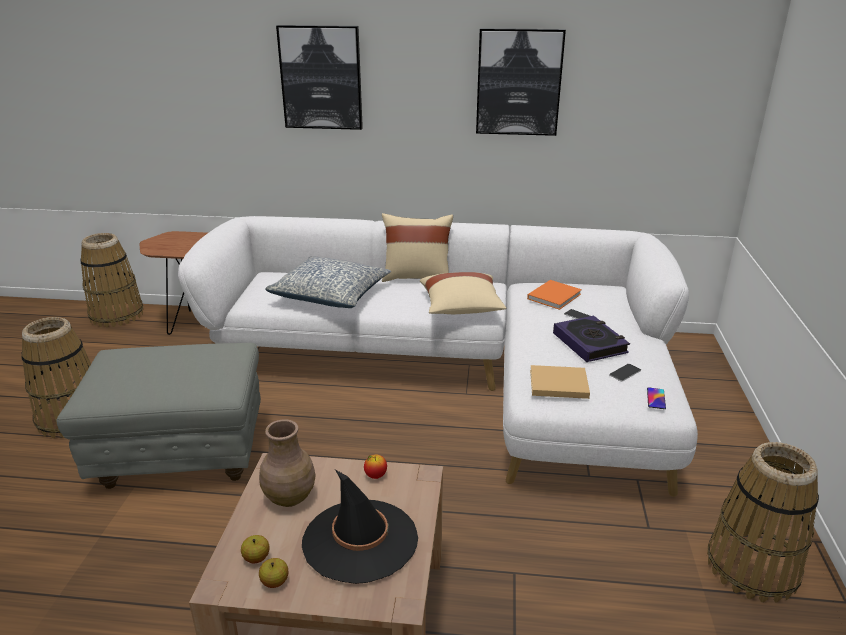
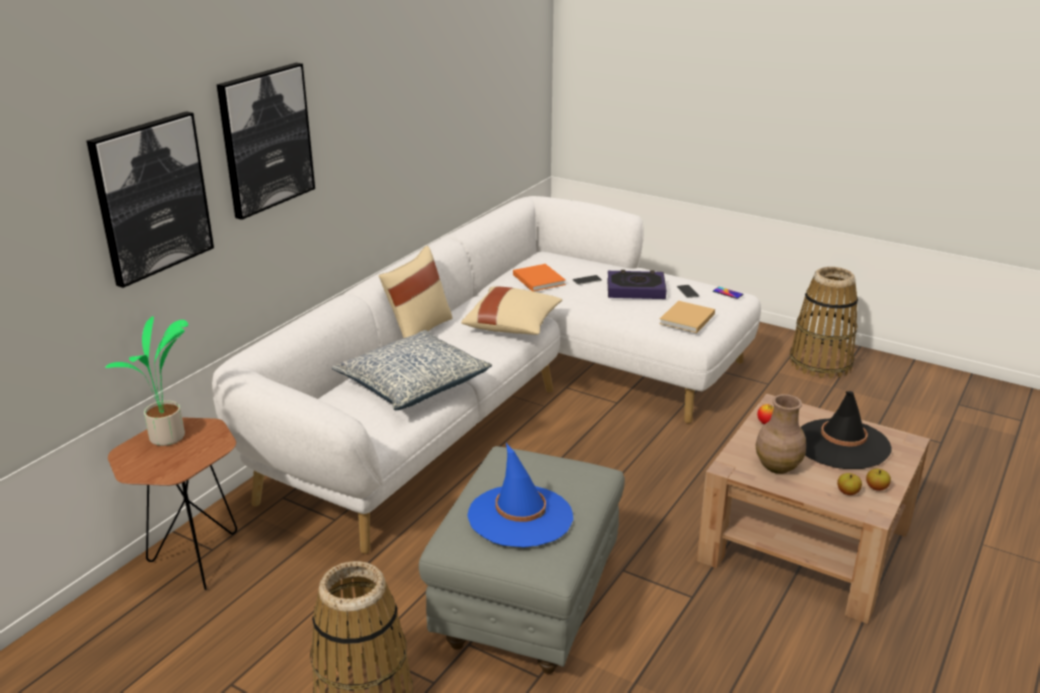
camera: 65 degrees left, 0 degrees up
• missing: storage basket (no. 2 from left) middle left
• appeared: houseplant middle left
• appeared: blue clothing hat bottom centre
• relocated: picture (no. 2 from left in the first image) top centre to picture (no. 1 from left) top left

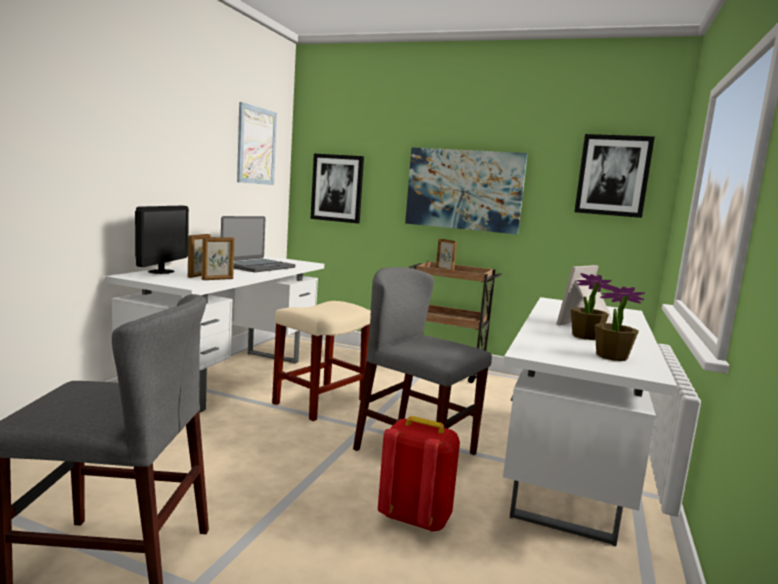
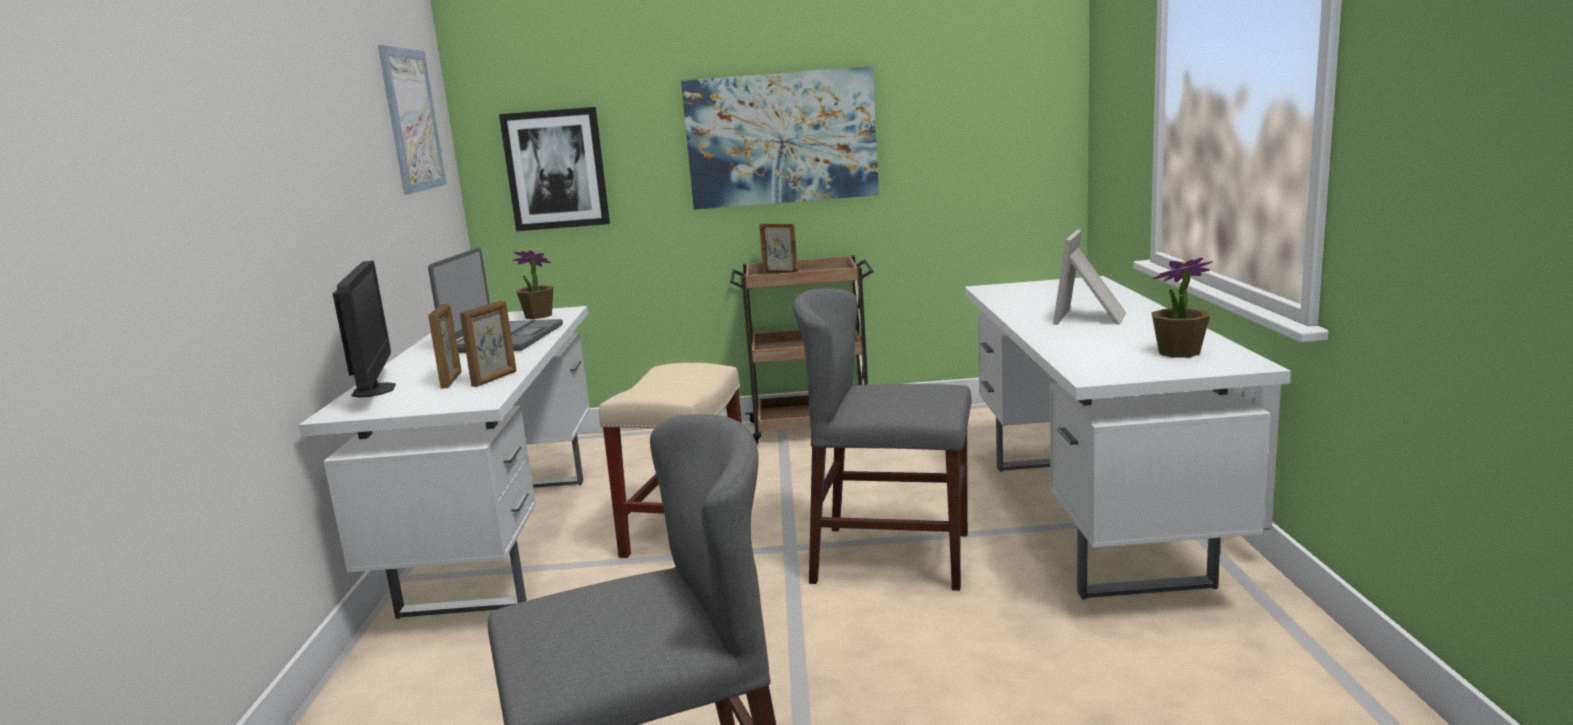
camera: 20 degrees left, 5 degrees up
• missing: reddish knapsack bottom centre
• missing: picture (no. 4 from left) top right
• relocated: houseplant (no. 1 from left) middle right to centre

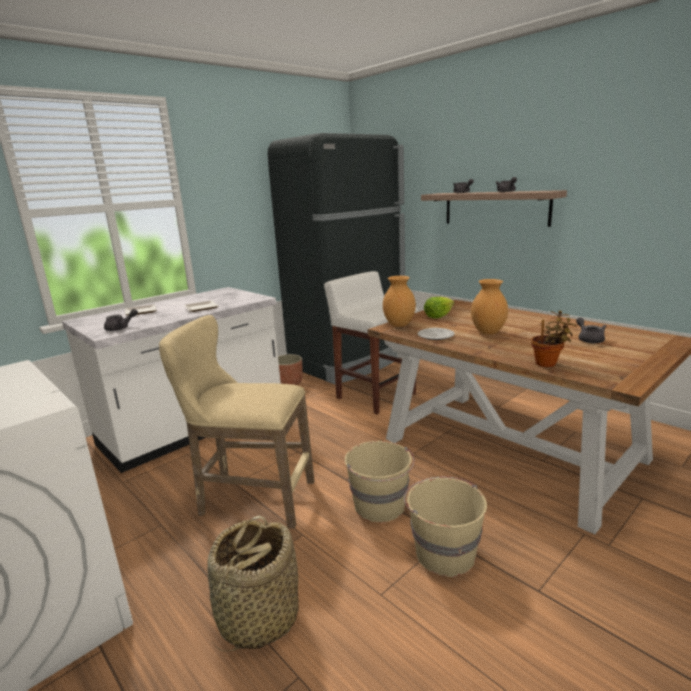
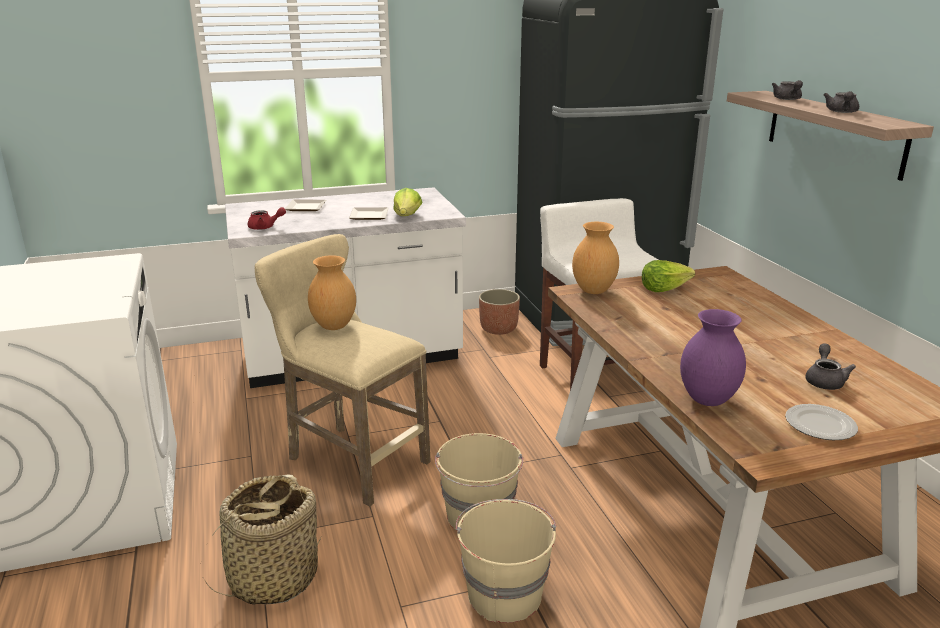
camera: 25 degrees right, 5 degrees up
• appeared: head of lettuce (no. 1 from left) top centre
• relocated: dinner plate (no. 3 from left) centre to bottom right
• relocated: brown vase (no. 2 from left in the first image) middle right to brown vase (no. 1 from left) centre
• exchanged: houseplant middle right to purple vase middle right
• colour: grey tea pot (no. 1 from left) middle left to reddish tea pot middle left

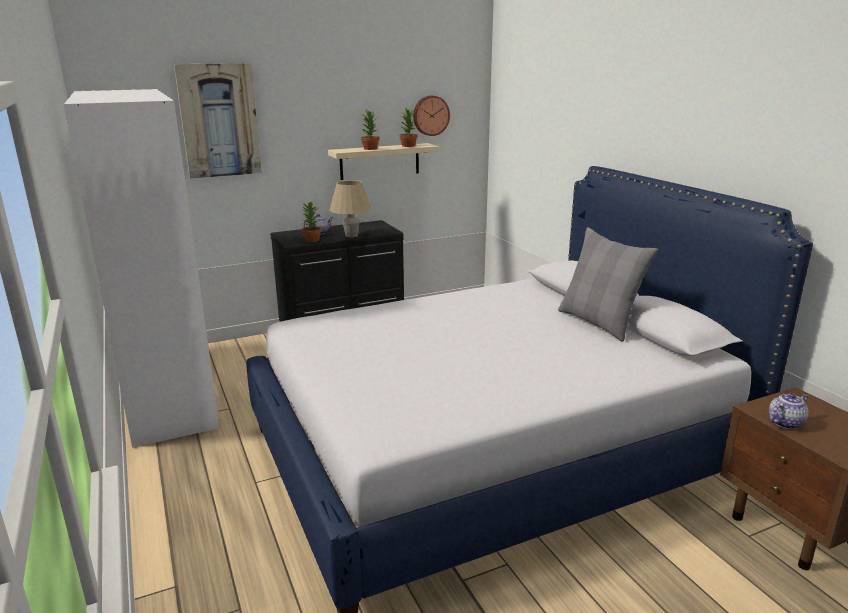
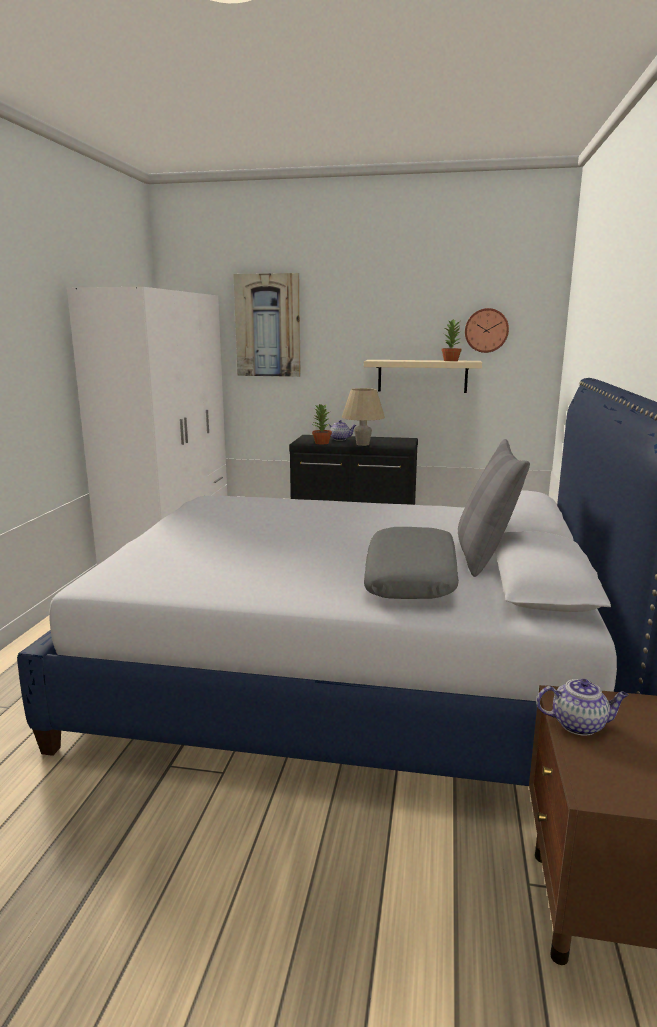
camera: 35 degrees right, 5 degrees down
• missing: houseplant (no. 2 from left) top centre
• appeared: grey throw pillow (no. 1 from left) centre

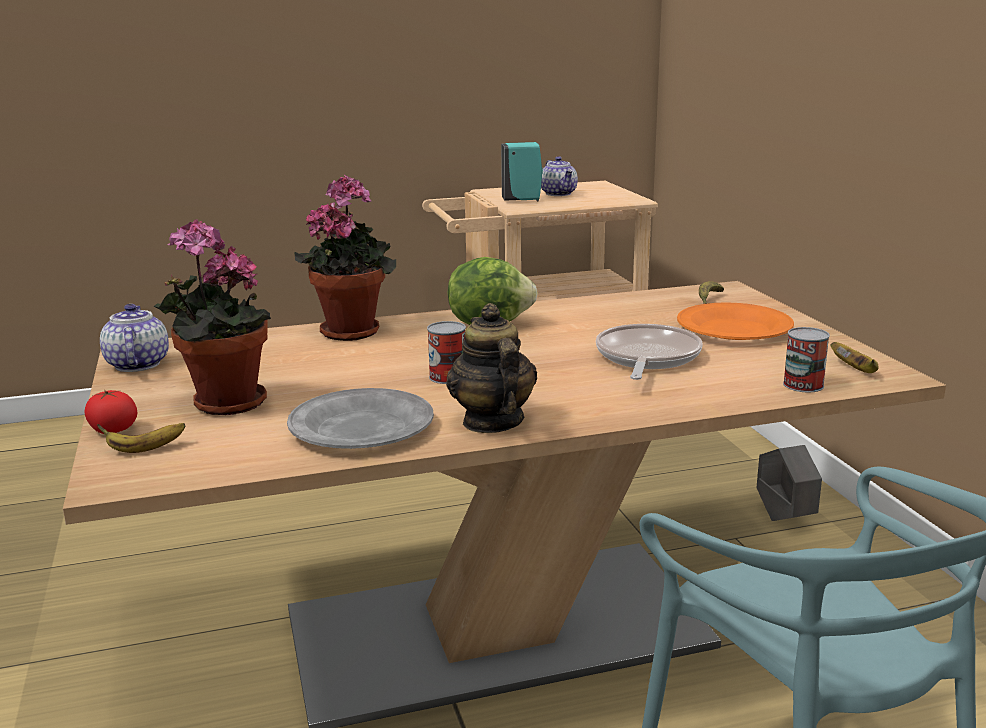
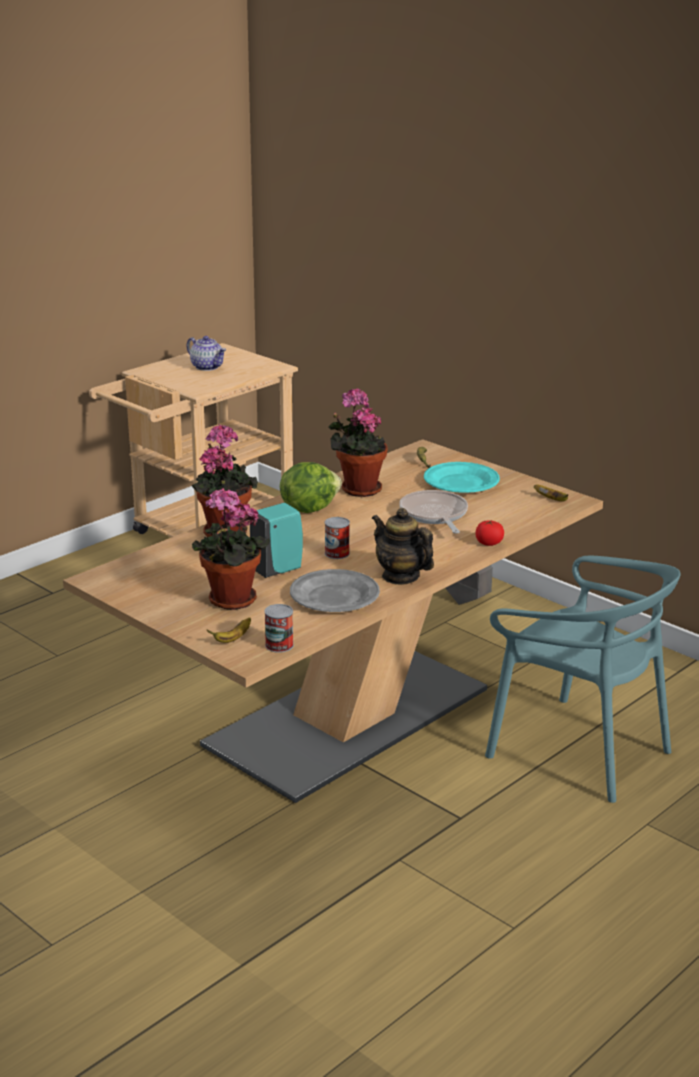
camera: 30 degrees left, 5 degrees up
• missing: tea pot (no. 1 from left) middle left
• appeared: houseplant (no. 3 from left) centre
• relocated: whole tomato middle left to middle right
• relocated: blue-green soap bottle top centre to centre
• relocated: can (no. 2 from left in the first image) middle right to can (no. 1 from left) centre
• colour: orangey dinner plate middle right to blue-green dinner plate centre

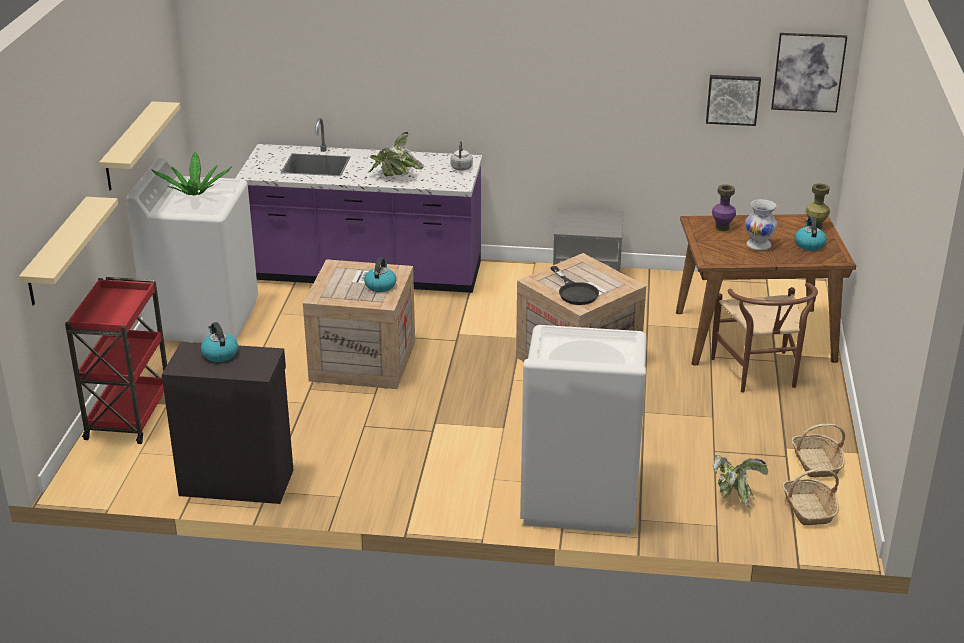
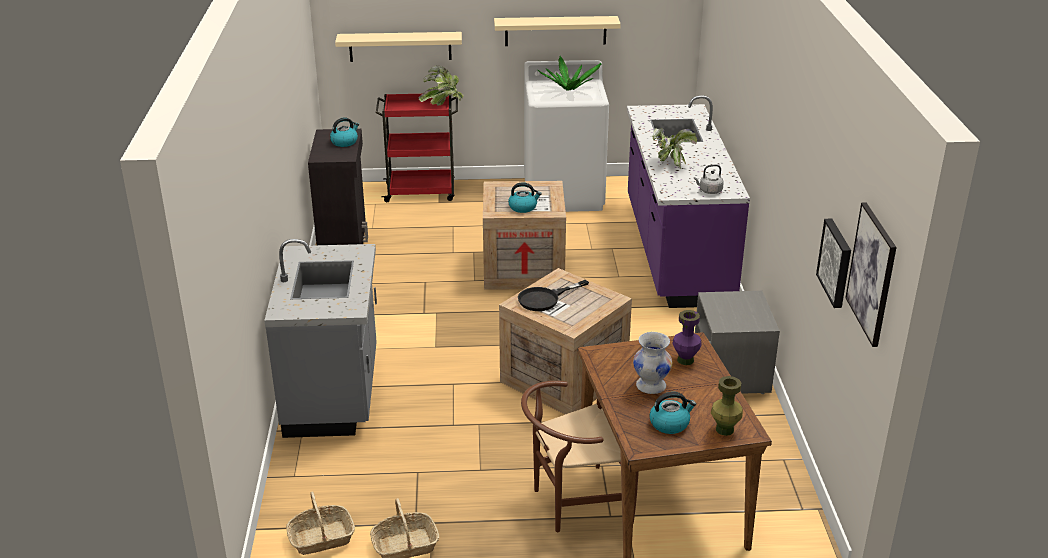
camera: 80 degrees right, 0 degrees up
• relocated: houseplant (no. 3 from left in the first image) bottom right to houseplant (no. 1 from left) top centre
• exchanged: white-coloured laundry appliance (no. 2 from left) bottom centre to grey counter middle left

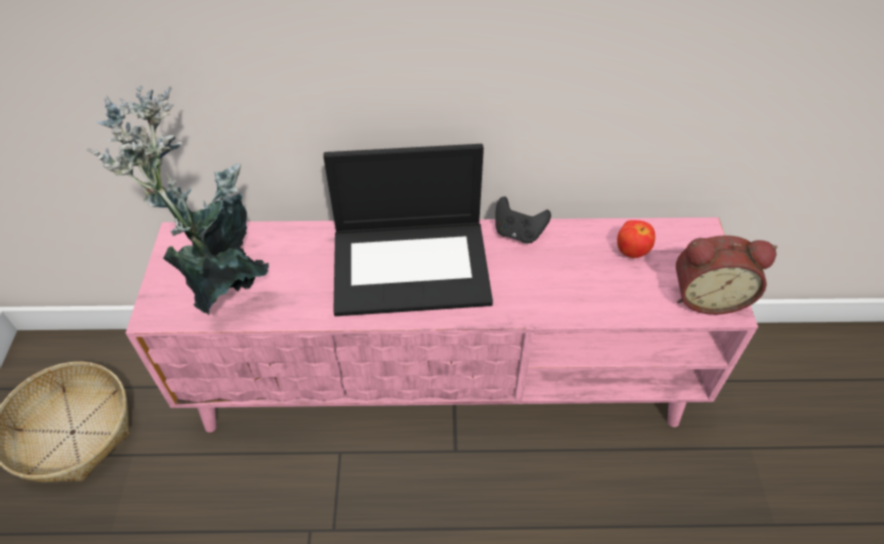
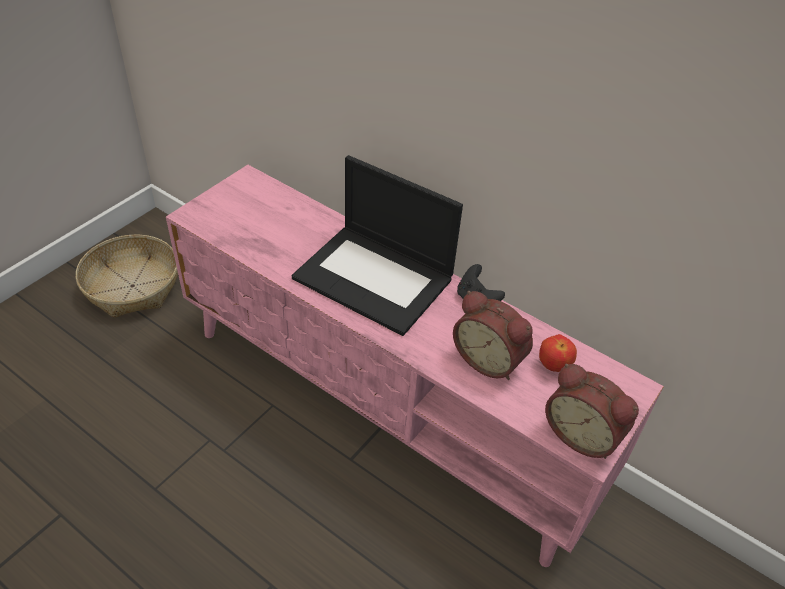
camera: 35 degrees right, 5 degrees down
• missing: houseplant middle left
• appeared: bedside clock (no. 1 from left) centre

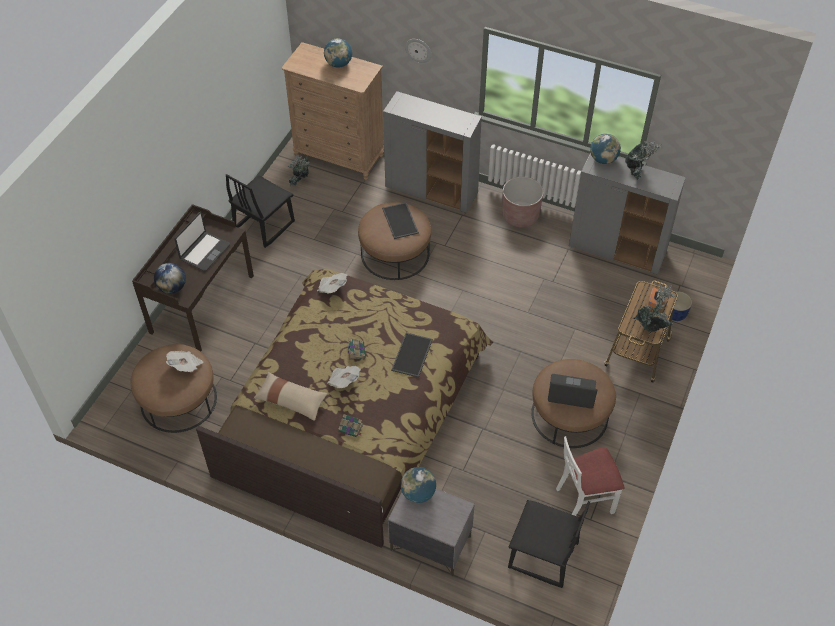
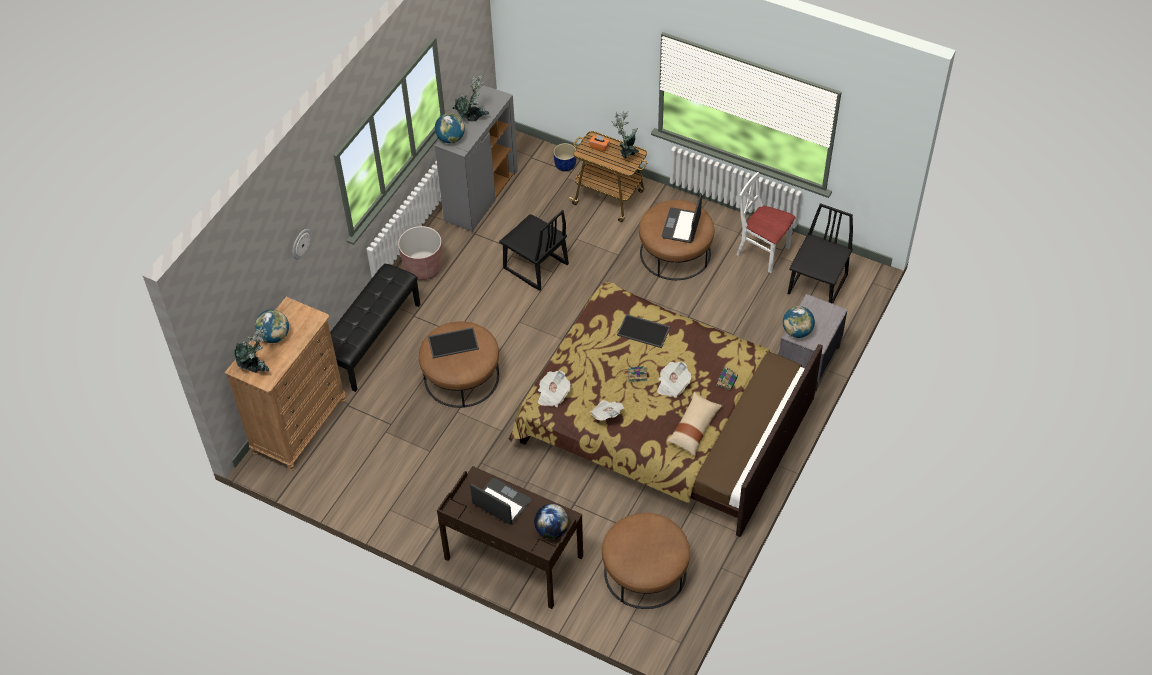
camera: 85 degrees left, 0 degrees up
• relocated: daily paper (no. 1 from left in the first image) middle left to daily paper (no. 2 from left) centre
• relocated: black-coloured chair (no. 1 from left) middle left to centre
• relocated: houseplant (no. 1 from left) top centre to middle left
• exchanged: grey cabinet (no. 1 from left) top centre to black-coloured long seat middle left
• spun: white-coloured chair bottom right = top centre 135 degrees clockwise

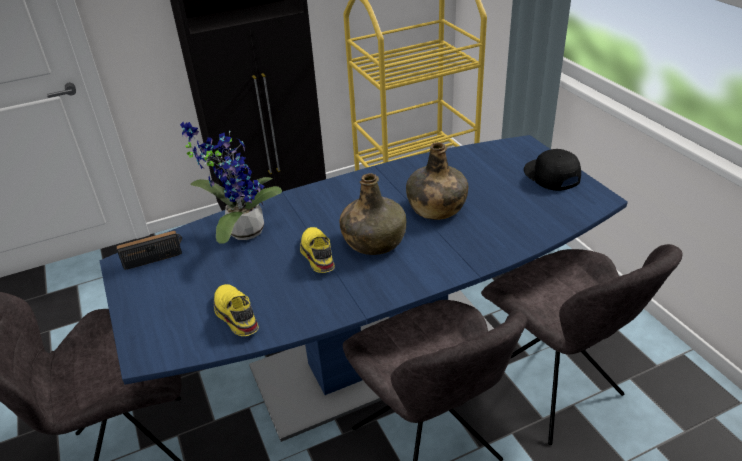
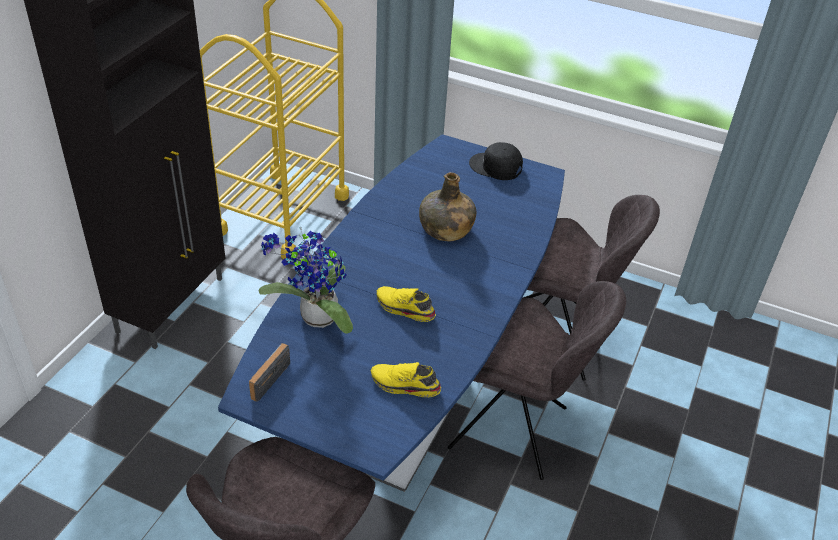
camera: 45 degrees left, 5 degrees up
• missing: green beverage bottle (no. 1 from left) centre

